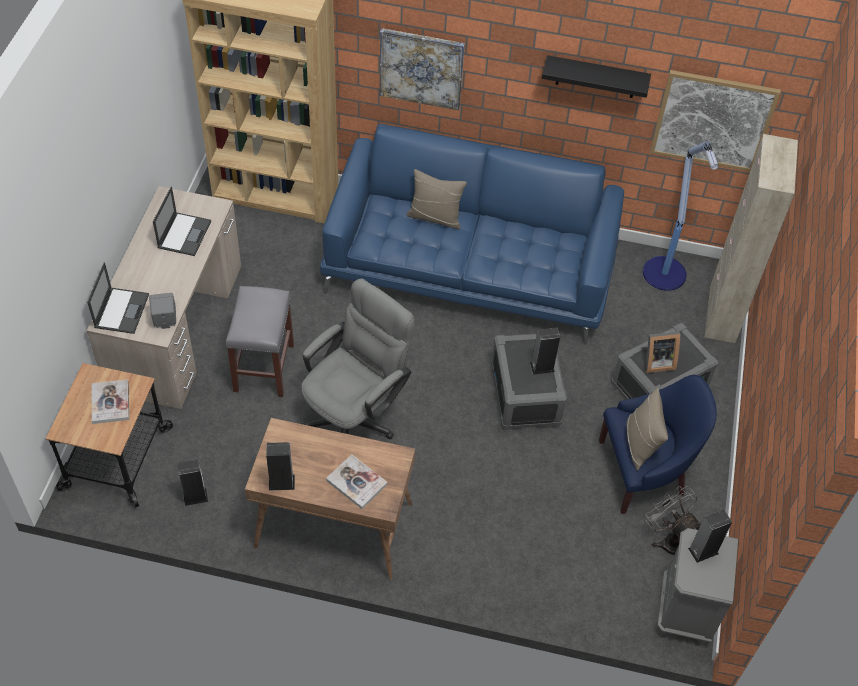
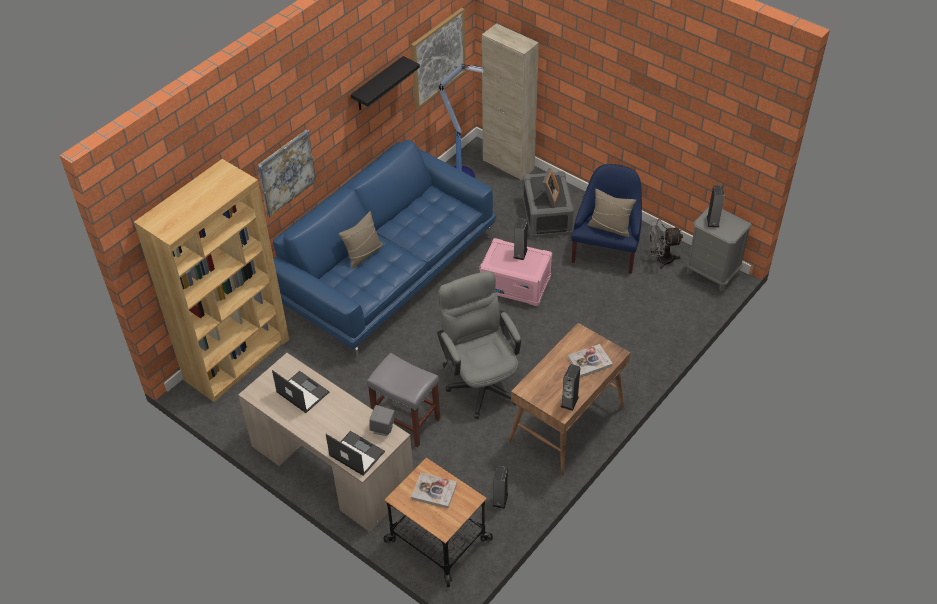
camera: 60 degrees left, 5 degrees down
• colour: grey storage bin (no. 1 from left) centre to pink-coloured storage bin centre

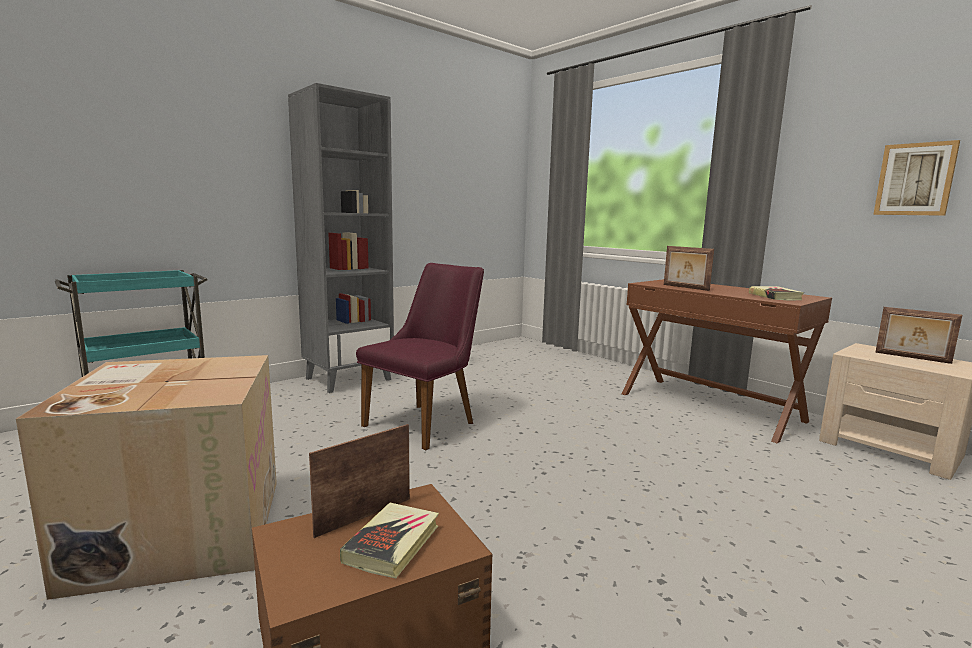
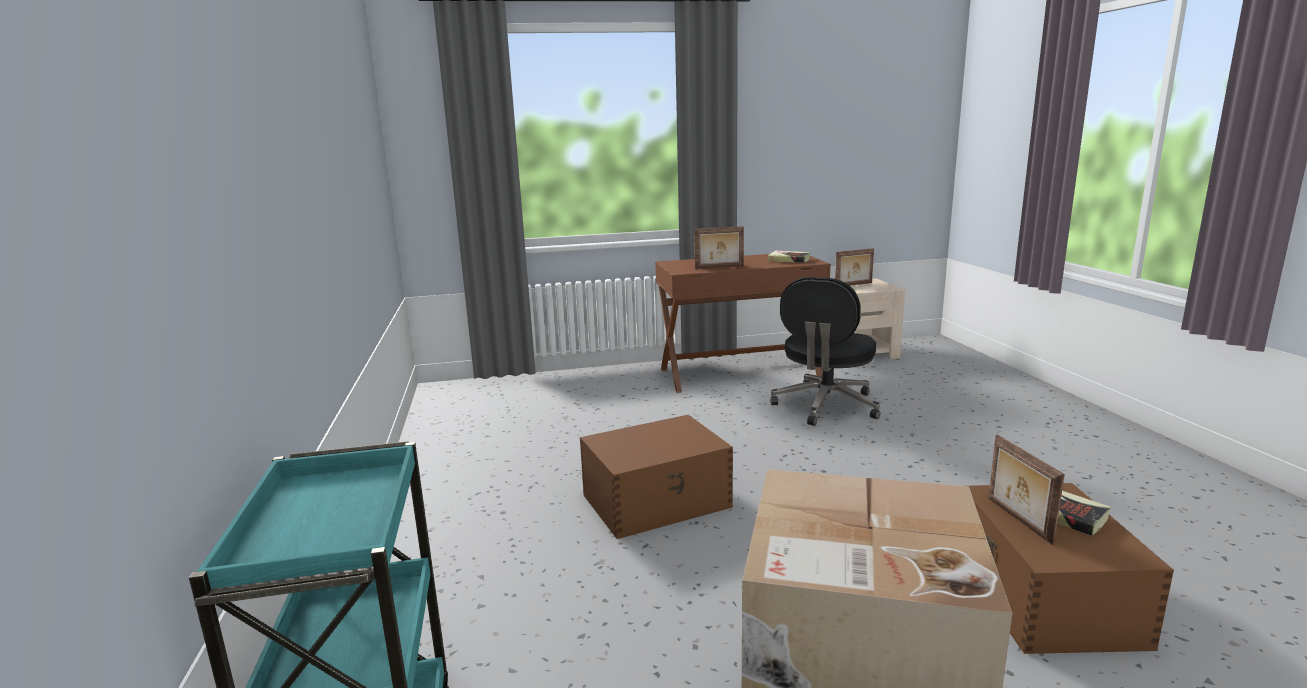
camera: 60 degrees left, 5 degrees up
• missing: grey bookshelf centre
• missing: picture top right
• appeared: black-coloured office chair centre
• exchanged: purple chair centre to brown storage bin (no. 1 from left) bottom centre

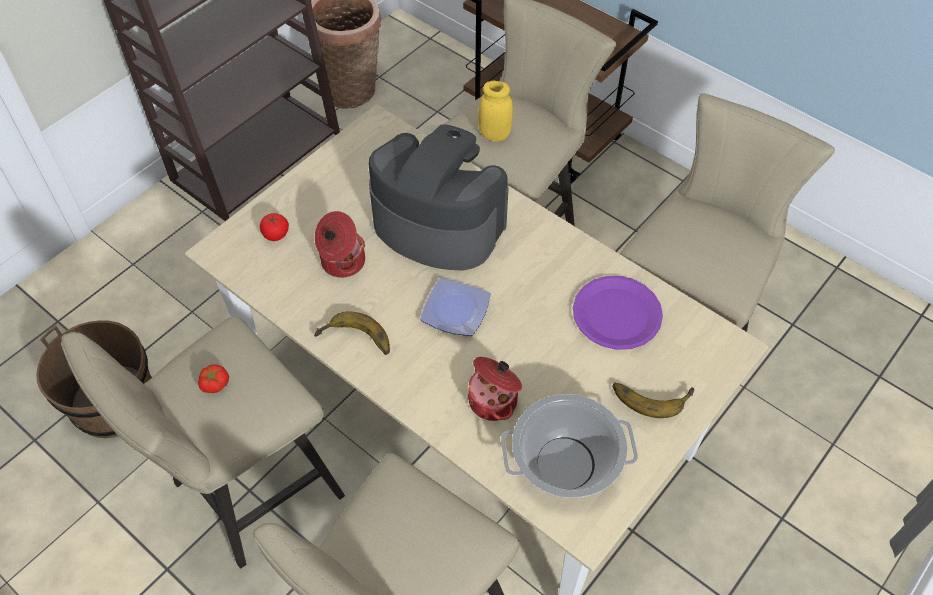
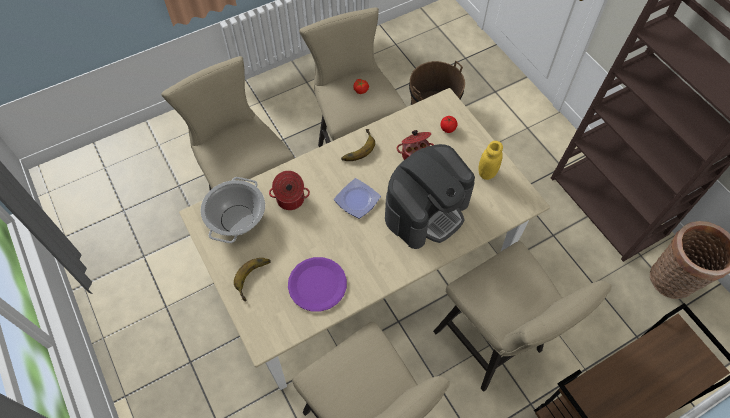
camera: 110 degrees right, 5 degrees up
• relocated: yellow jar top centre to middle right

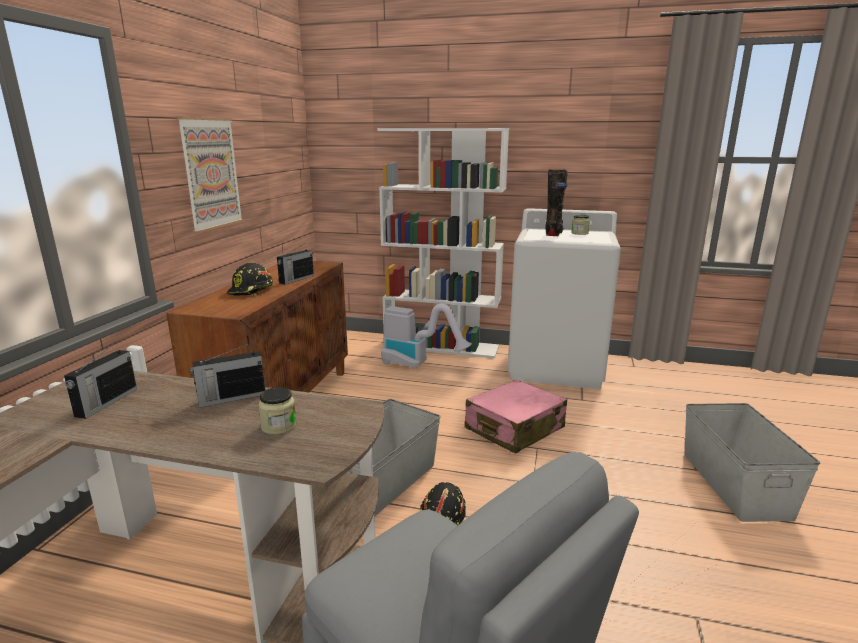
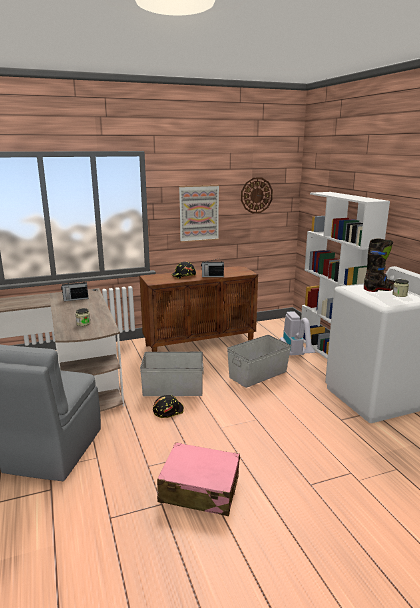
camera: 55 degrees right, 0 degrees up
• missing: radio (no. 2 from left) middle left
• appeared: hanging clock top centre
• relocated: pink-coloured travel case centre to bottom centre
• relocated: grey storage bin (no. 2 from left) bottom right to centre

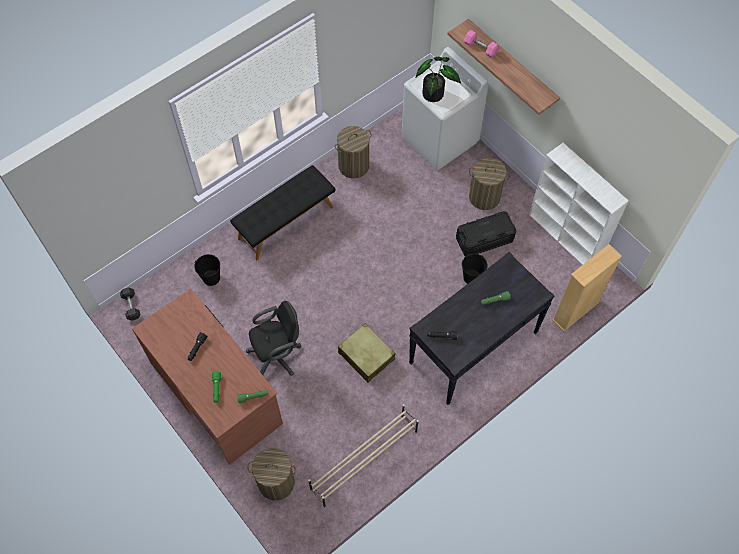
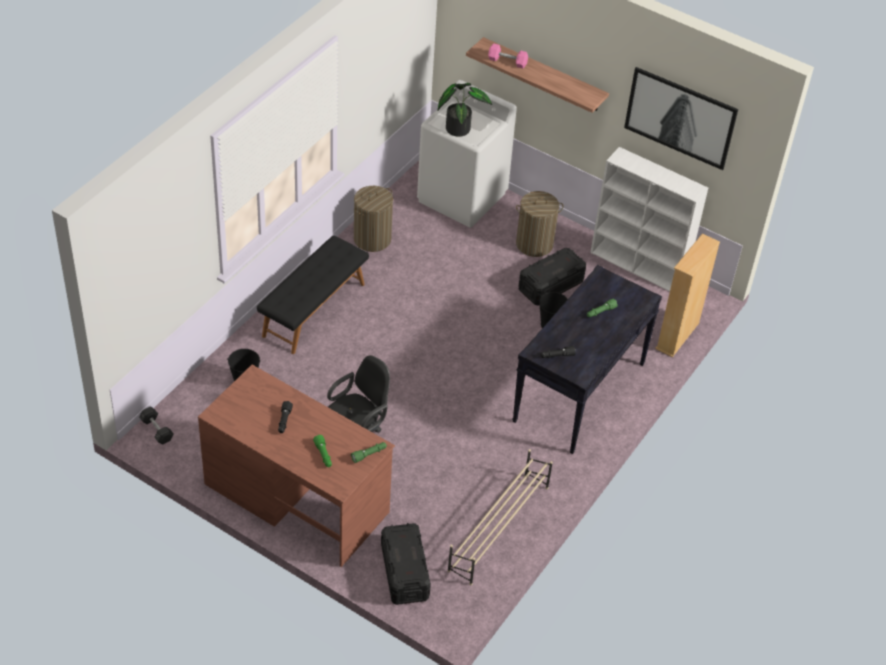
camera: 20 degrees left, 15 degrees down
• missing: beige travel case centre
• appeared: picture top right
• exchanged: laundry basket (no. 1 from left) bottom centre to black-coloured storage bin (no. 1 from left) bottom centre

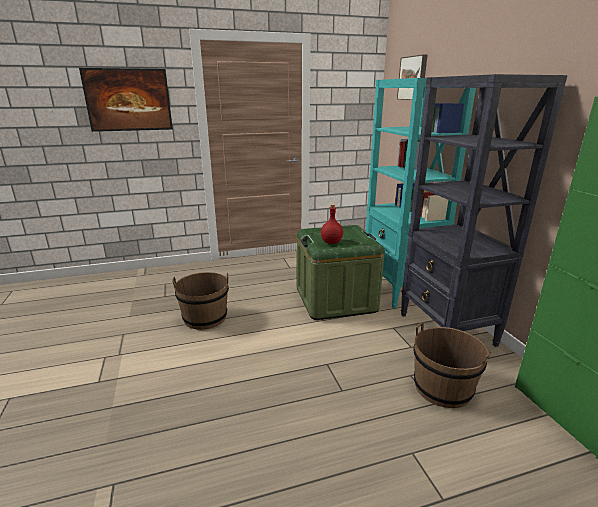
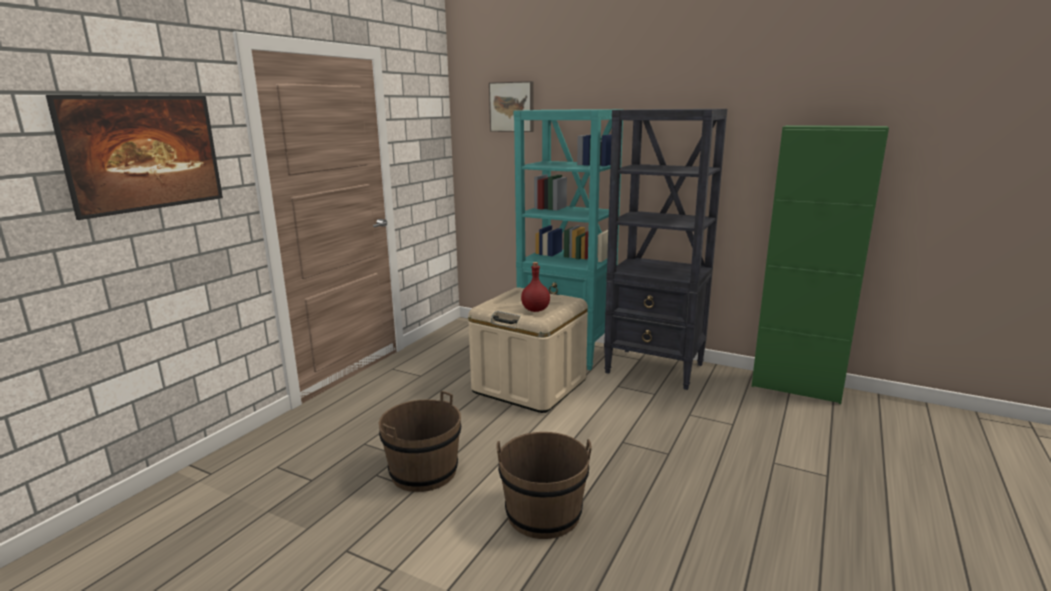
camera: 45 degrees left, 5 degrees down
• relocated: brown bucket (no. 2 from left) bottom right to bottom centre
• colour: green storage bin centre to beige storage bin centre

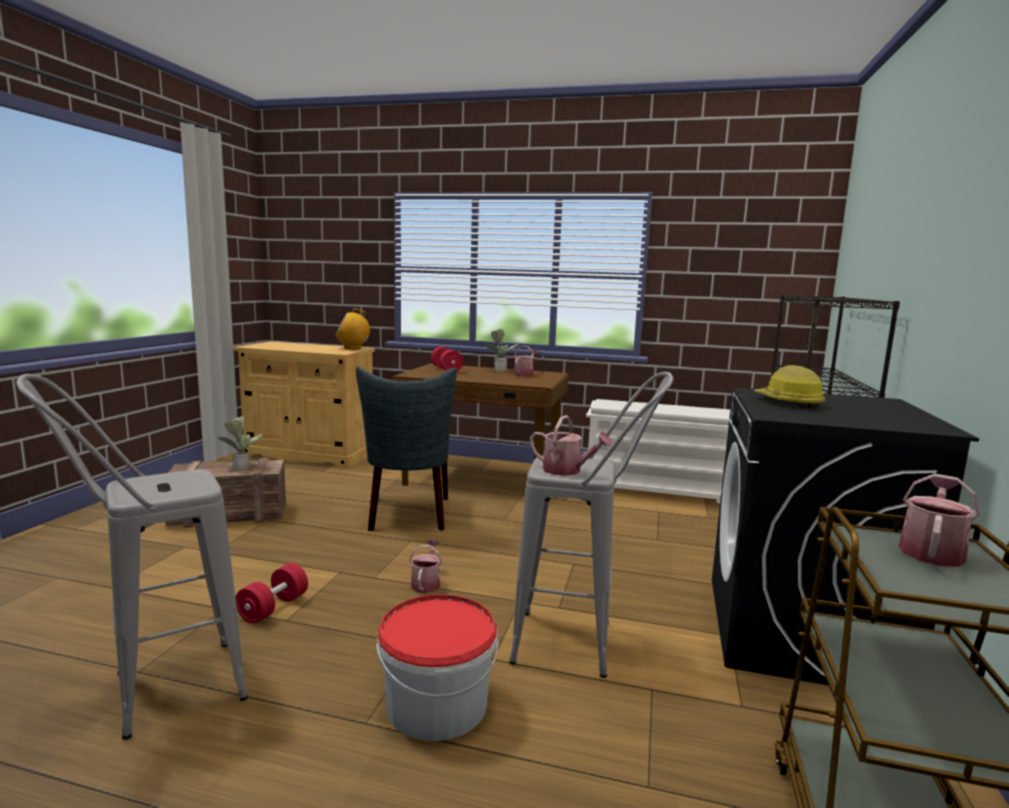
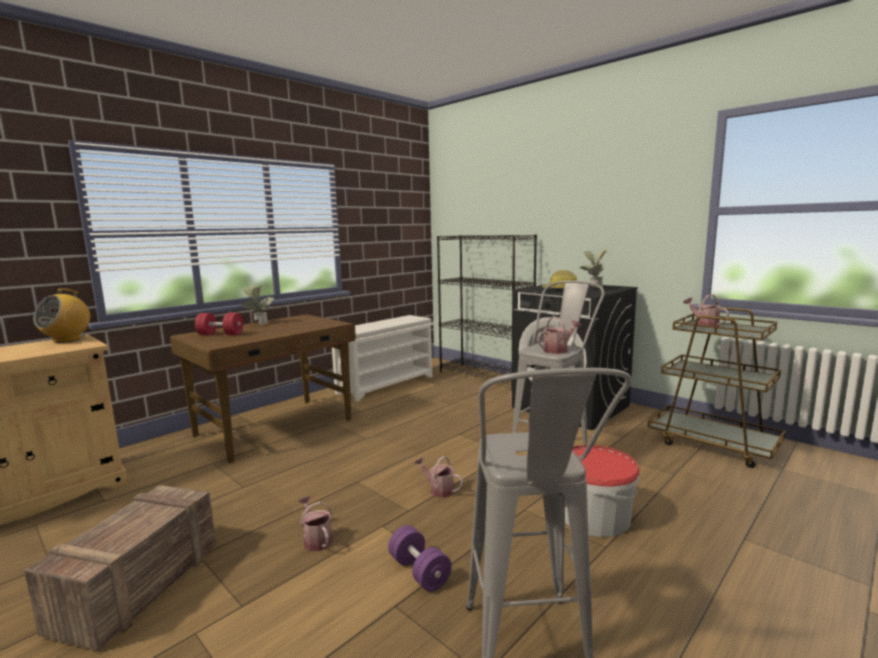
camera: 60 degrees left, 0 degrees up
• missing: grey chair centre
• relocated: houseplant (no. 1 from left in the first image) middle left to houseplant (no. 2 from left) middle right
• relocated: sprinkling can (no. 2 from left in the first image) centre to sprinkling can (no. 1 from left) bottom centre
• colour: reddish dumbbell (no. 1 from left) bottom left to purple dumbbell bottom centre

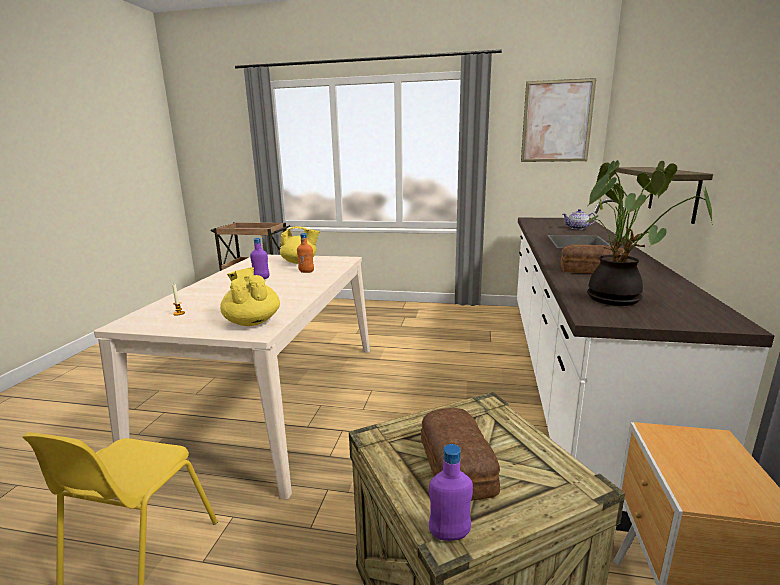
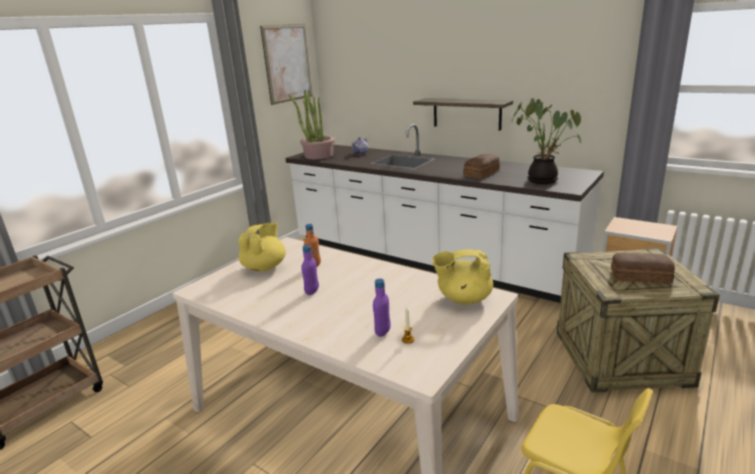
camera: 65 degrees left, 5 degrees up
• appeared: houseplant (no. 1 from left) top centre
• relocated: purple beverage bottle (no. 2 from left) bottom centre to centre

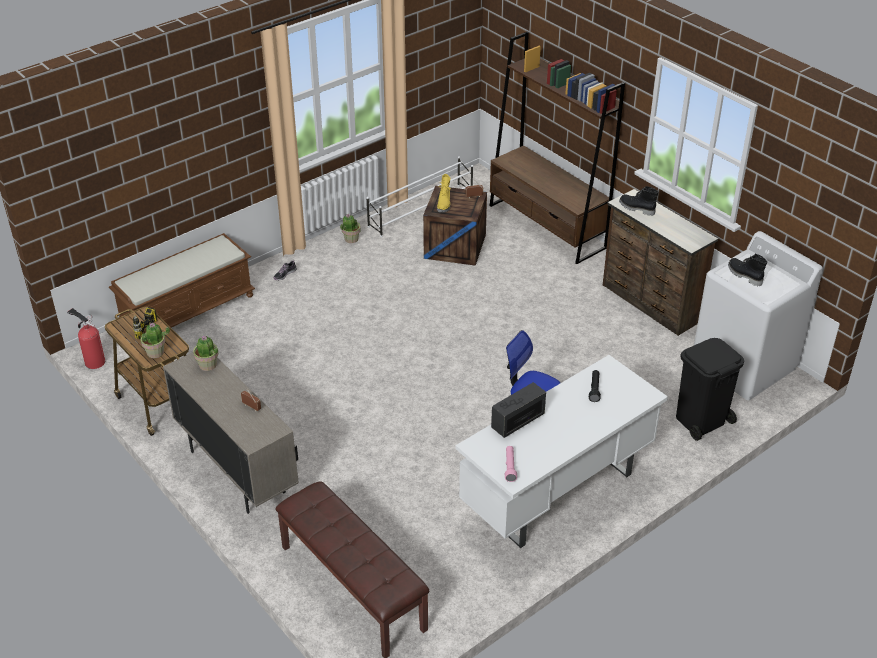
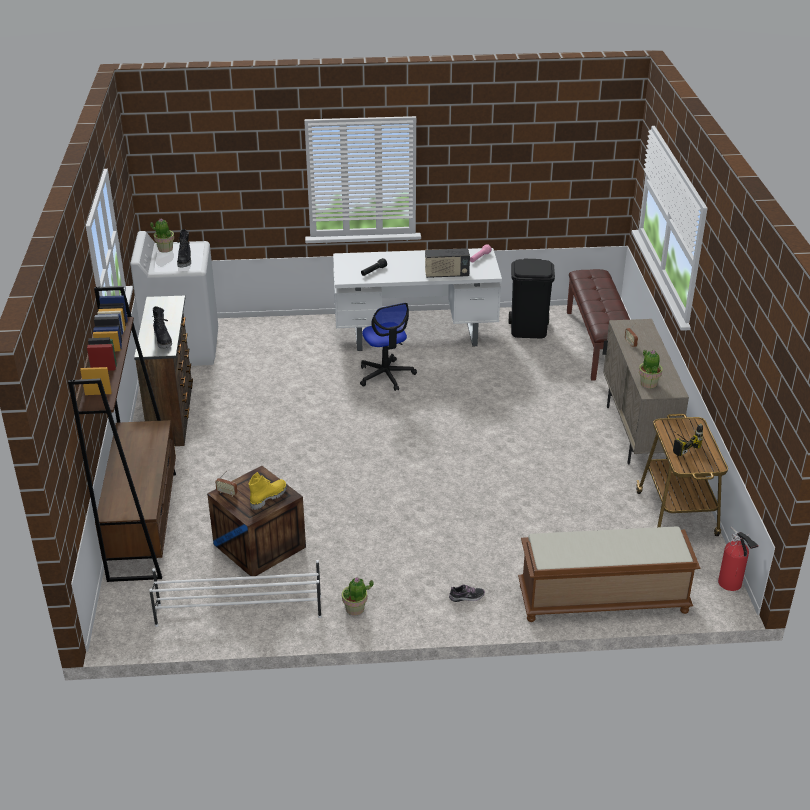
camera: 145 degrees left, 5 degrees down
• relocated: houseplant (no. 1 from left) middle left to top left
• relocated: black-coloured waste bin middle right to centre

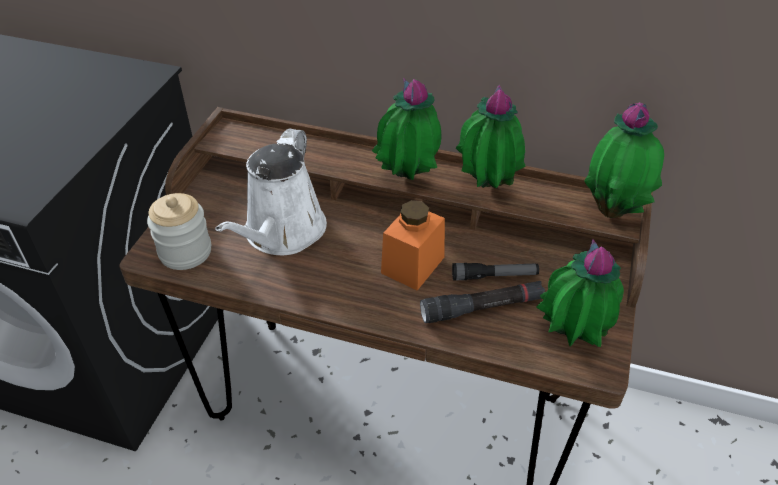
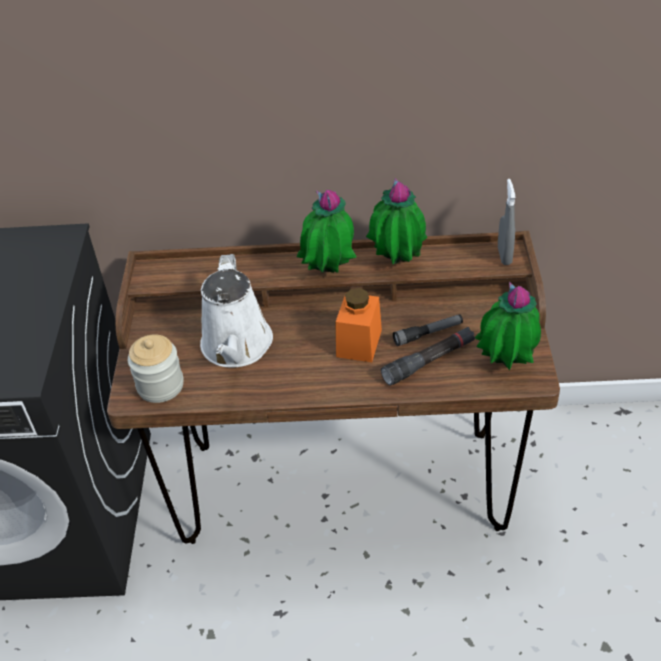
camera: 15 degrees left, 0 degrees up
• exchanged: houseplant (no. 4 from left) top right to grey sprayer middle right

